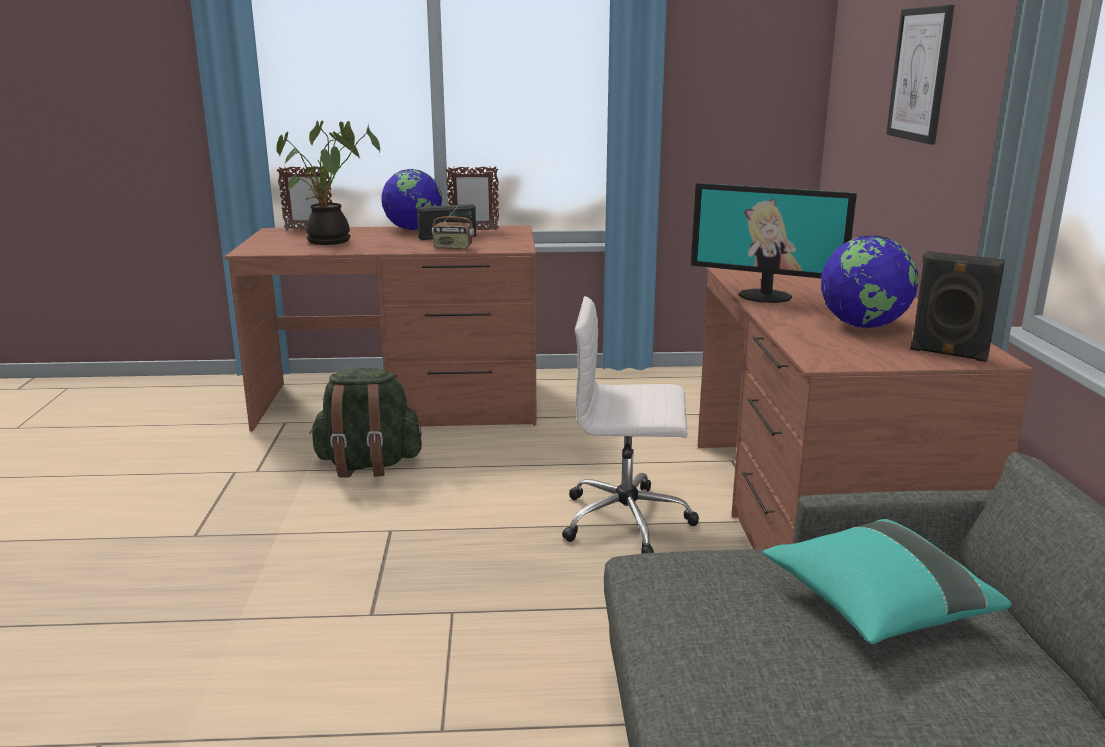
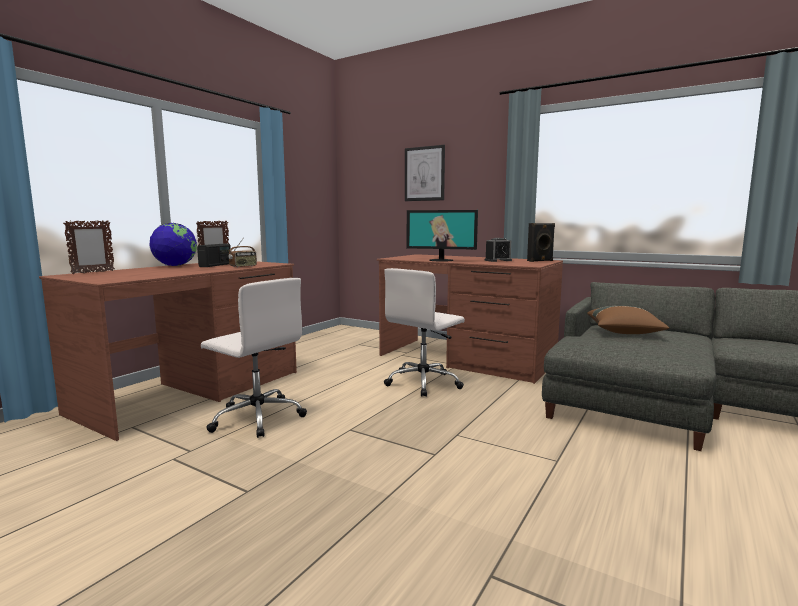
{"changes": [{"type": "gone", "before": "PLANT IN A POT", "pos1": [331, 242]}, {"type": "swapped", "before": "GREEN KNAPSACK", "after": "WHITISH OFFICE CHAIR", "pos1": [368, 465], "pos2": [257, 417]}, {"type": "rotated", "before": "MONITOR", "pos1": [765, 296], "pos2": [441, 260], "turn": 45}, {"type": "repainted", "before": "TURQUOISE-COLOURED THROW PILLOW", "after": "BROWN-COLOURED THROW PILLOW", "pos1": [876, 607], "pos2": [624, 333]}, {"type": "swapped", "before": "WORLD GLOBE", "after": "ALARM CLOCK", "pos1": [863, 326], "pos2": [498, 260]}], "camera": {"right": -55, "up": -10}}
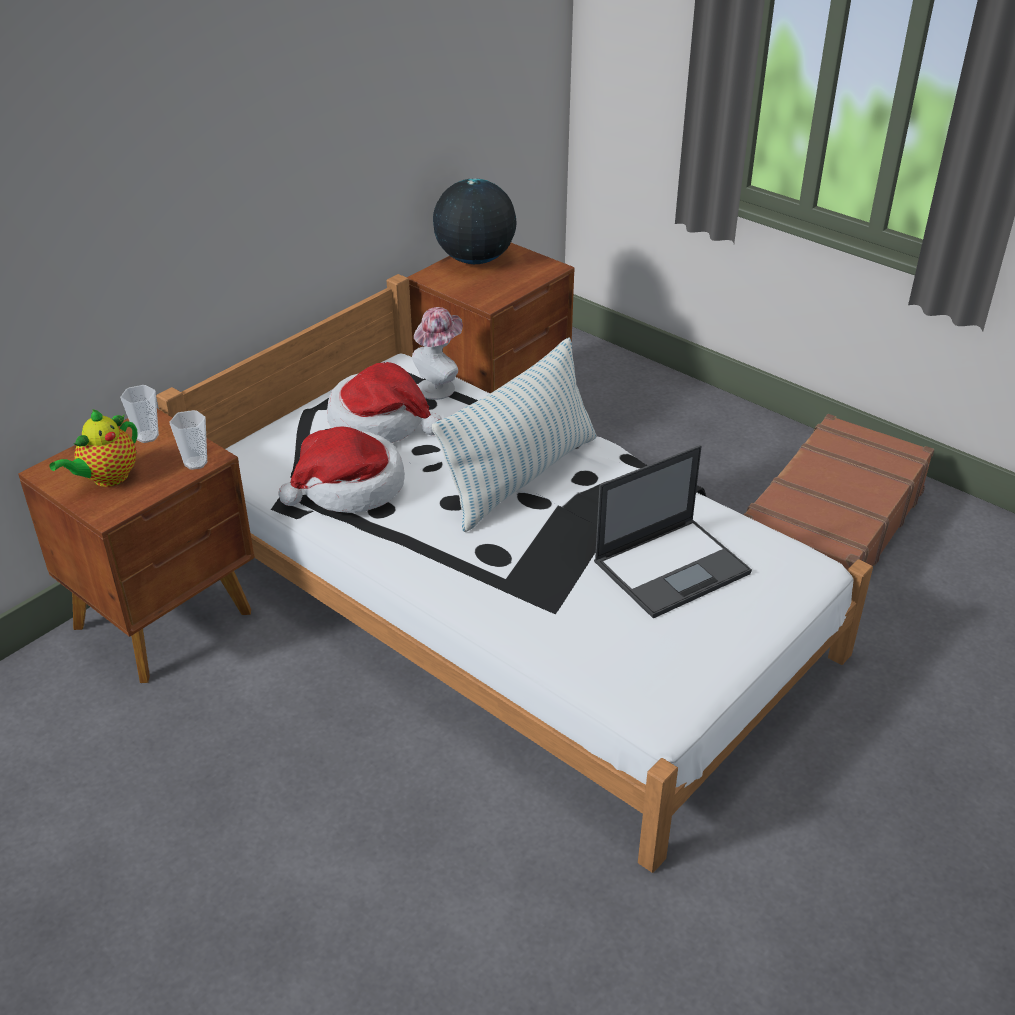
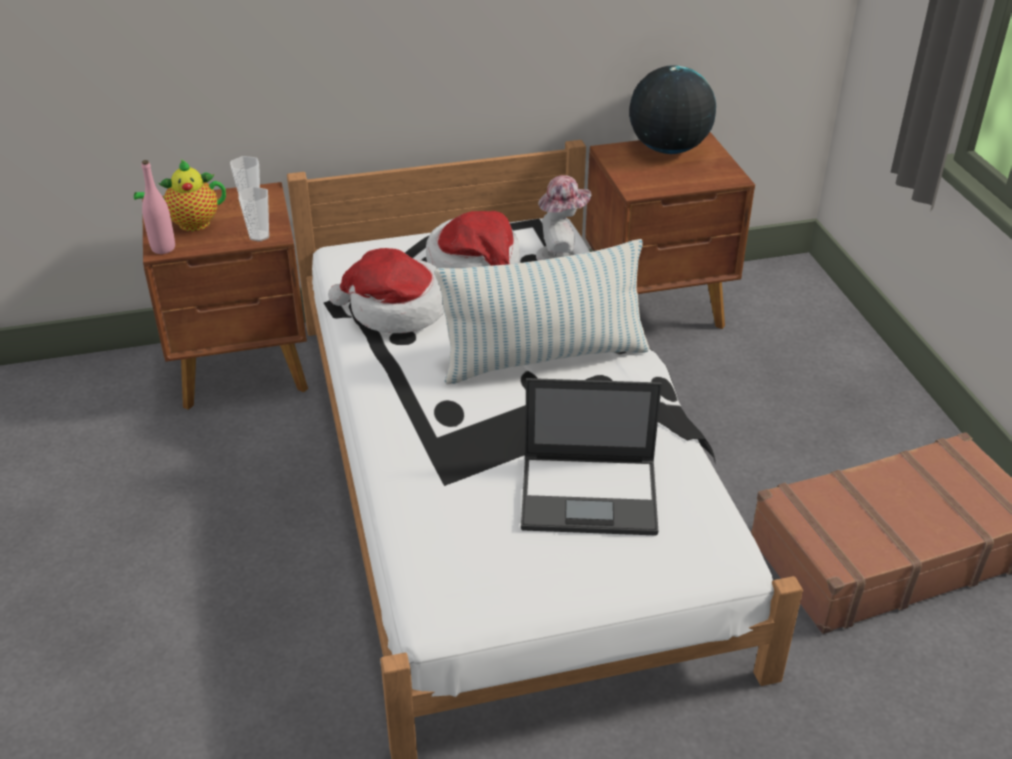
{"changes": [{"type": "new", "after": "PINKISH BEVERAGE BOTTLE", "pos2": [163, 248]}], "camera": {"right": 35, "up": 0}}
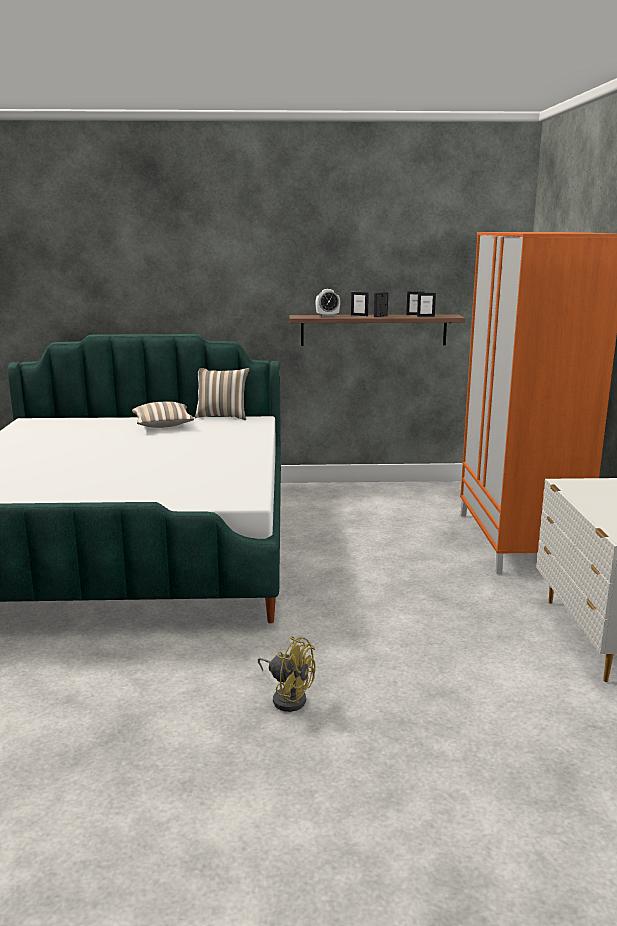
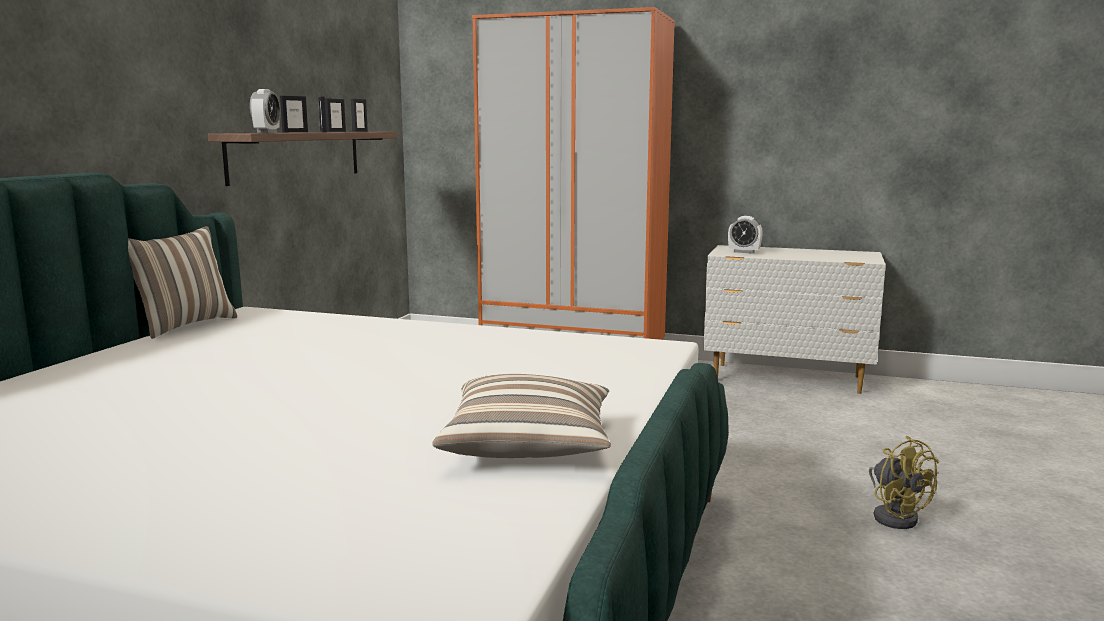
{"changes": [{"type": "shifted", "before": "THROW PILLOW", "pos1": [163, 426], "pos2": [529, 447]}, {"type": "rotated", "before": "YELLOWISH FAN", "pos1": [288, 697], "pos2": [895, 516], "turn": 105}, {"type": "new", "after": "ALARM CLOCK", "pos2": [744, 252]}], "camera": {"right": -70, "up": -5}}
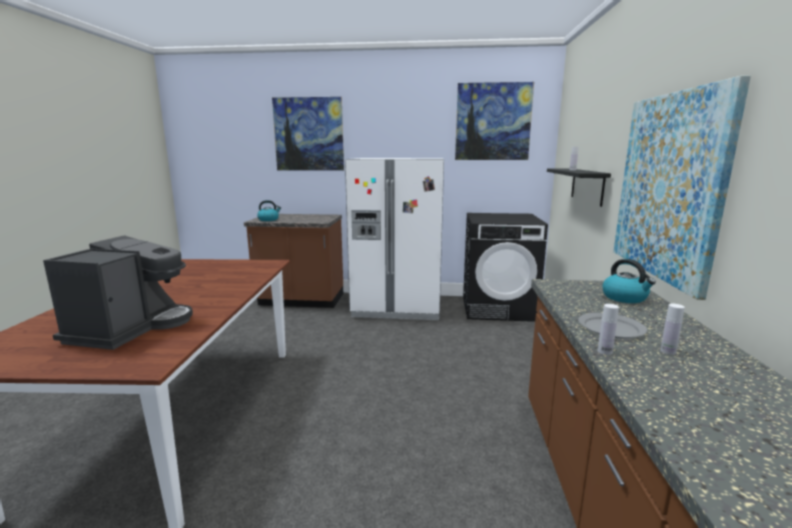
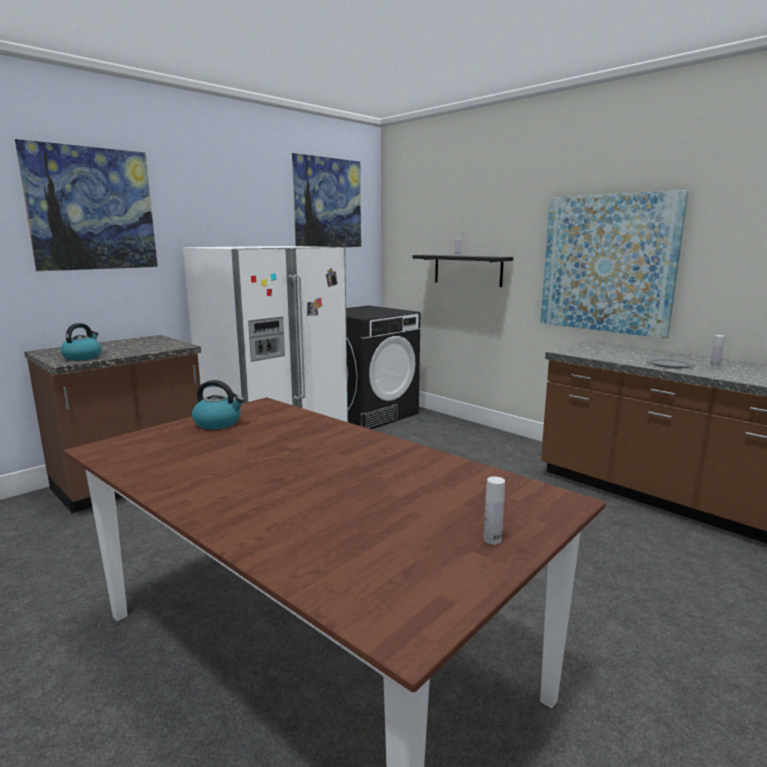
{"changes": [{"type": "gone", "before": "COFFEE MACHINE", "pos1": [131, 328]}, {"type": "shifted", "before": "WHITISH BEVERAGE BOTTLE", "pos1": [604, 352], "pos2": [492, 539]}, {"type": "shifted", "before": "TEA KETTLE", "pos1": [625, 298], "pos2": [218, 423]}], "camera": {"right": -50, "up": 0}}
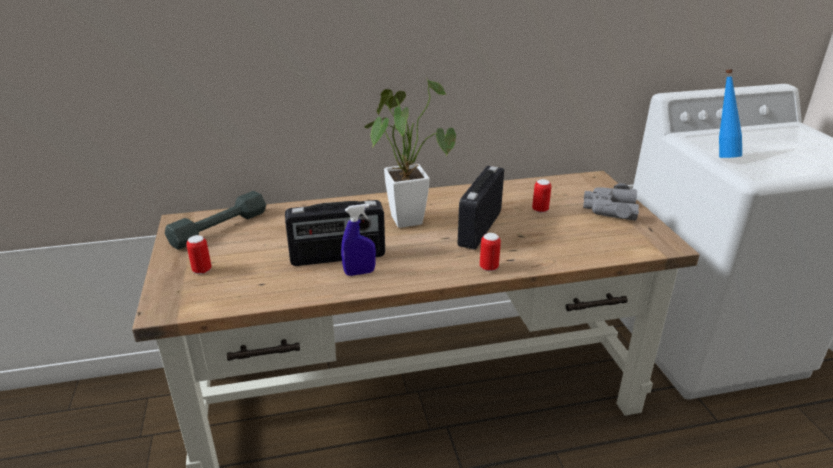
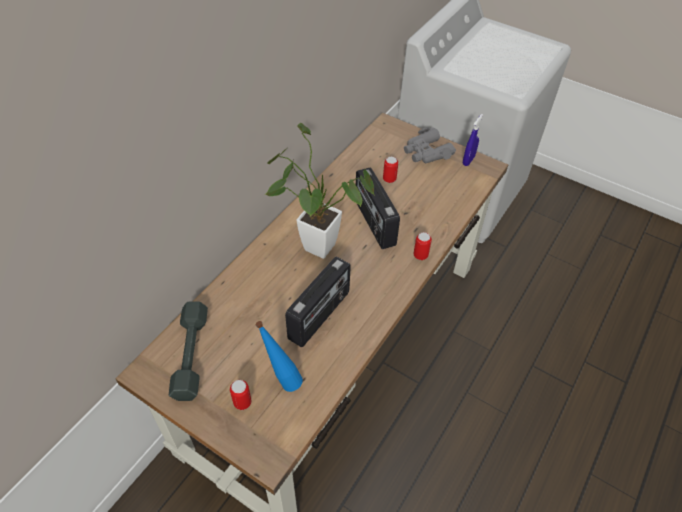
{"changes": [{"type": "shifted", "before": "BLUISH HAND SPRAYER", "pos1": [359, 273], "pos2": [468, 160]}, {"type": "shifted", "before": "BLUISH BEVERAGE BOTTLE", "pos1": [721, 155], "pos2": [282, 378]}], "camera": {"right": -45, "up": 20}}
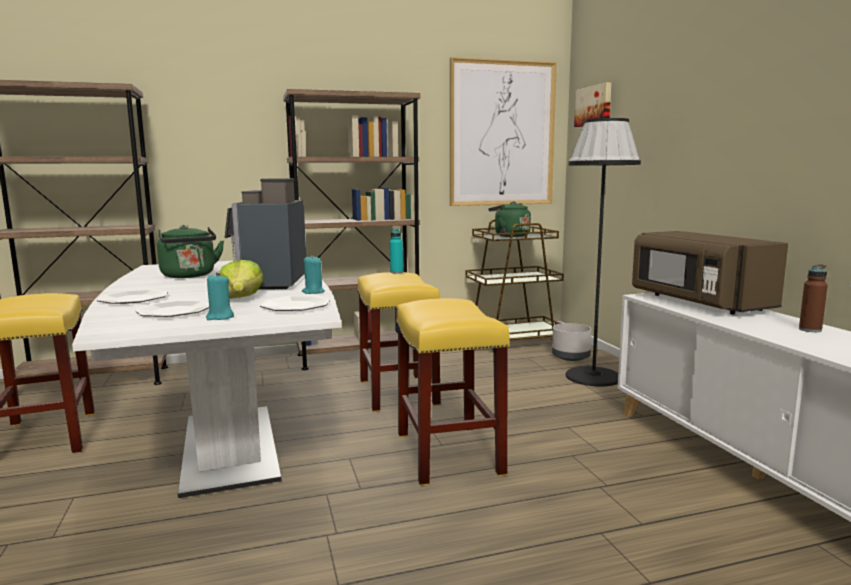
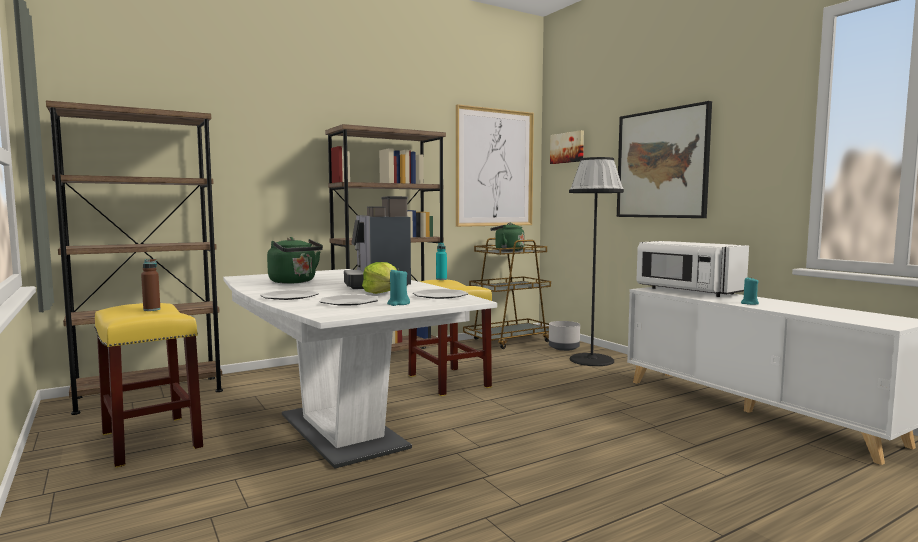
{"changes": [{"type": "shifted", "before": "TURQUOISE-COLOURED CANDLE", "pos1": [313, 292], "pos2": [749, 303]}, {"type": "gone", "before": "YELLOWISH STOOL SEAT", "pos1": [449, 454]}, {"type": "repainted", "before": "BROWN-COLOURED KITCHEN MICROWAVE", "after": "WHITISH KITCHEN MICROWAVE", "pos1": [698, 302], "pos2": [686, 291]}, {"type": "shifted", "before": "BROWN-COLOURED BEVERAGE BOTTLE", "pos1": [810, 330], "pos2": [152, 309]}, {"type": "new", "after": "PICTURE", "pos2": [662, 164]}], "camera": {"right": -15, "up": -5}}
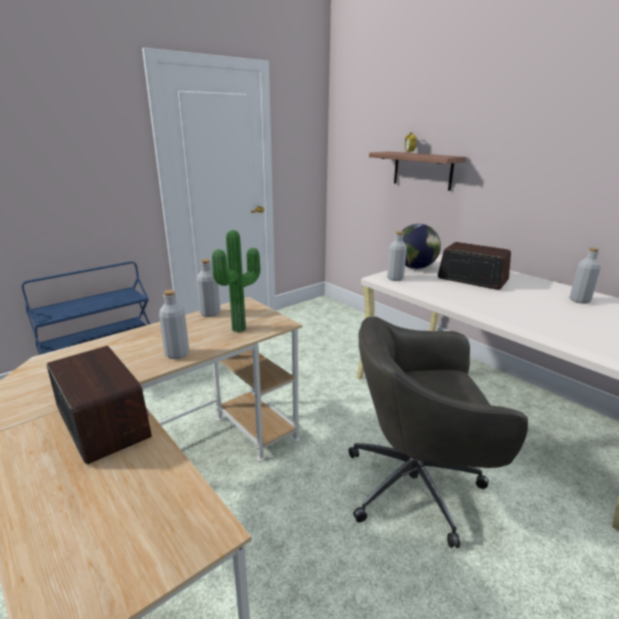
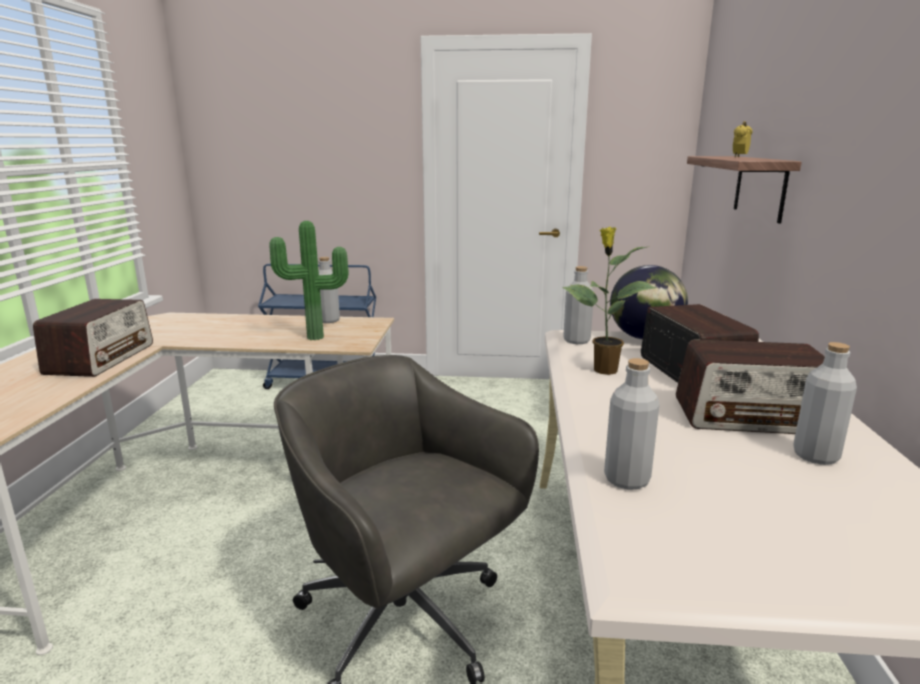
{"changes": [{"type": "shifted", "before": "GREYISH BEVERAGE BOTTLE", "pos1": [177, 354], "pos2": [626, 479]}, {"type": "new", "after": "PLANT IN A POT", "pos2": [603, 370]}, {"type": "new", "after": "RADIO SET", "pos2": [751, 417]}], "camera": {"right": 45, "up": -5}}
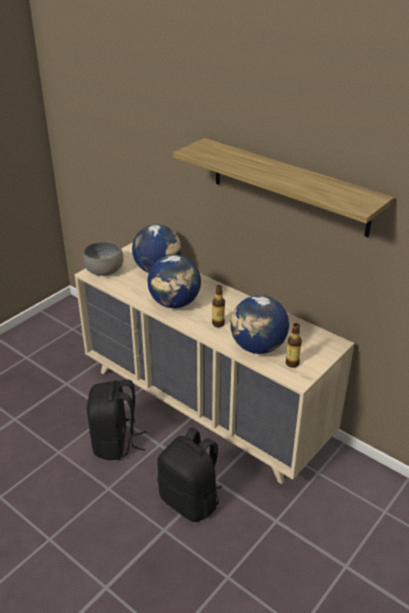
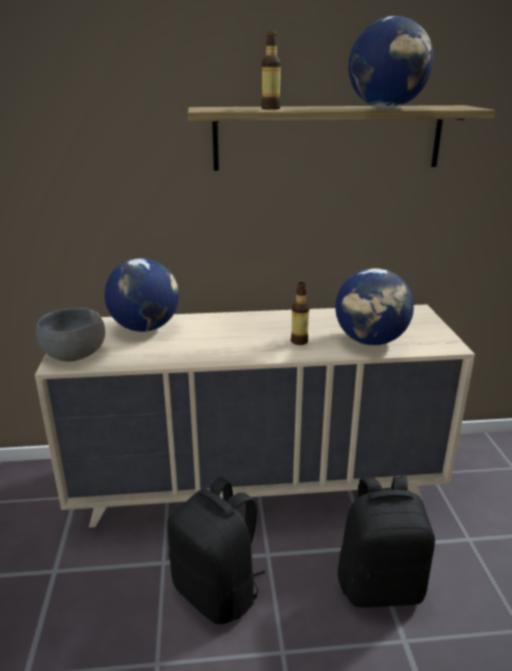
{"changes": [{"type": "shifted", "before": "WORLD GLOBE", "pos1": [175, 303], "pos2": [386, 108]}, {"type": "shifted", "before": "BEVERAGE BOTTLE", "pos1": [292, 363], "pos2": [270, 108]}], "camera": {"right": -45, "up": -10}}
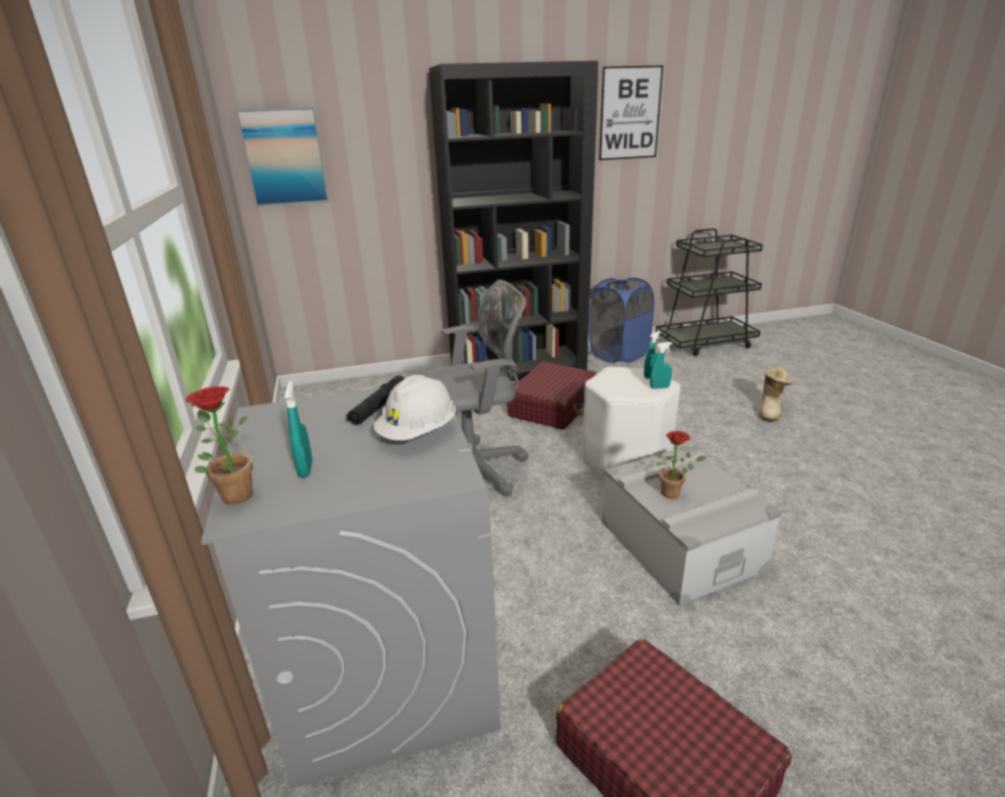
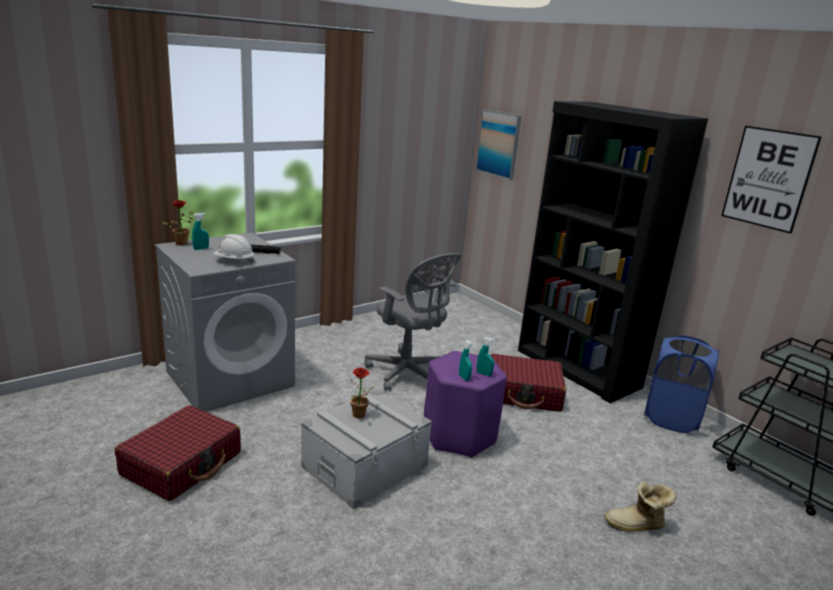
{"changes": [{"type": "repainted", "before": "WHITISH STOOL SEAT", "after": "PURPLISH STOOL SEAT", "pos1": [625, 463], "pos2": [459, 435]}], "camera": {"right": 65, "up": -5}}
